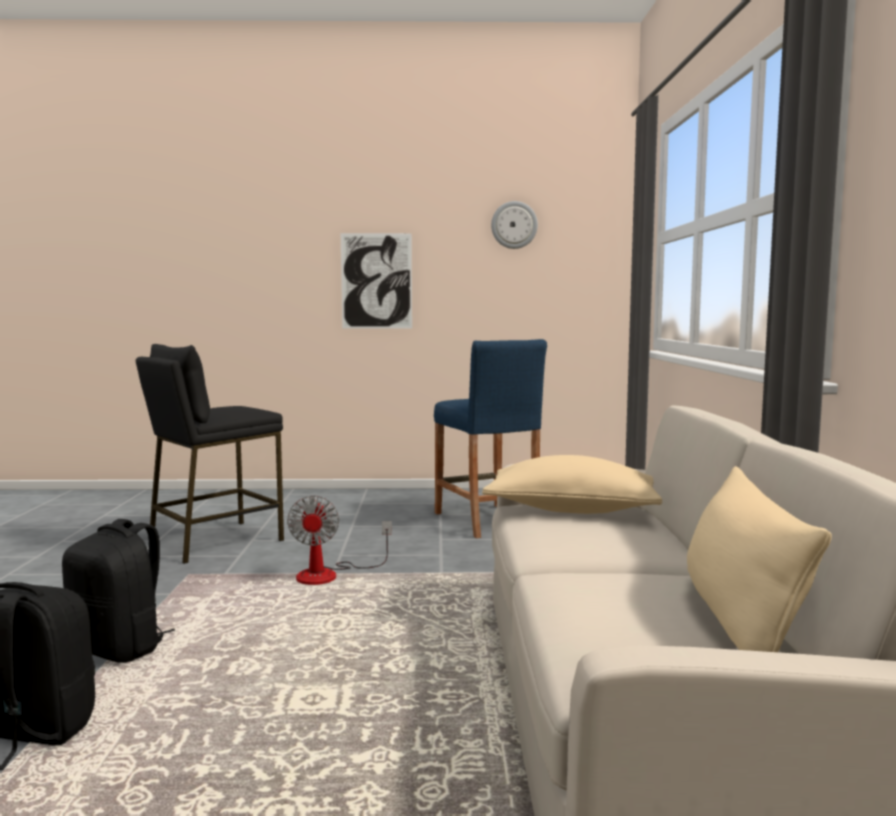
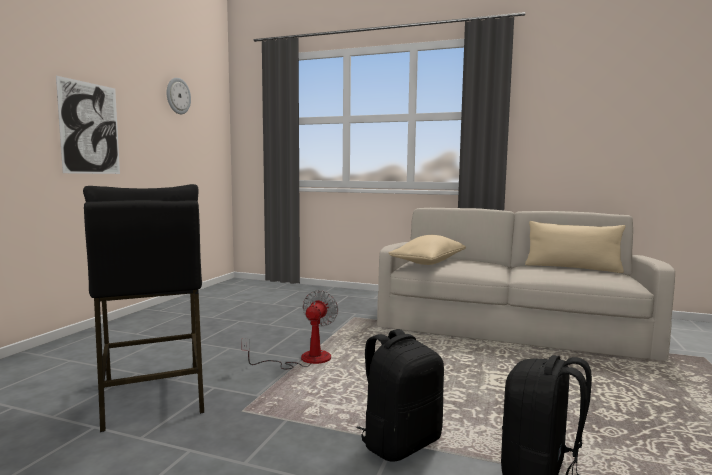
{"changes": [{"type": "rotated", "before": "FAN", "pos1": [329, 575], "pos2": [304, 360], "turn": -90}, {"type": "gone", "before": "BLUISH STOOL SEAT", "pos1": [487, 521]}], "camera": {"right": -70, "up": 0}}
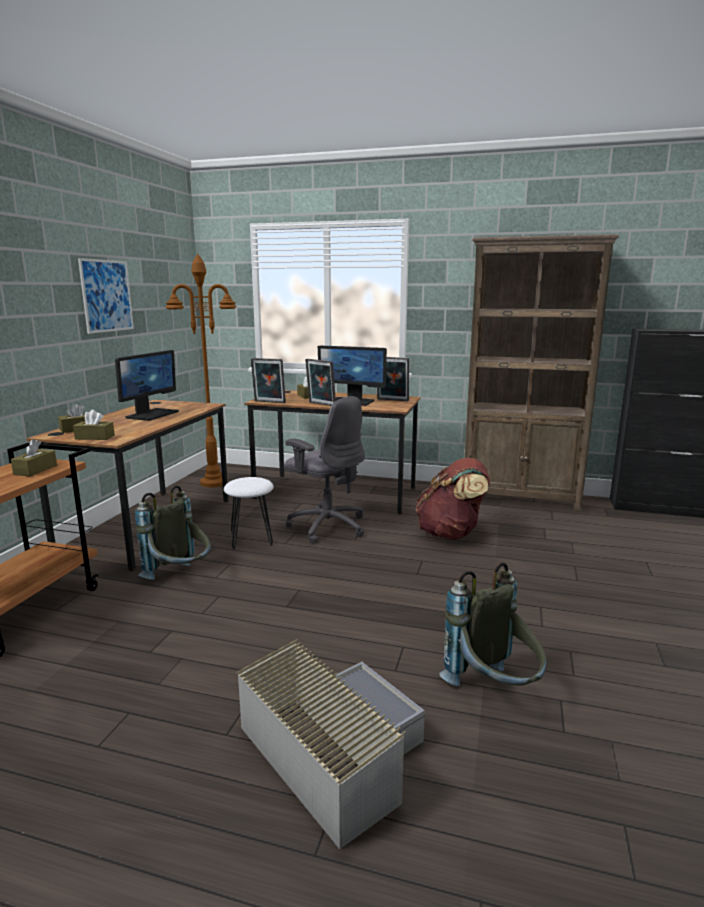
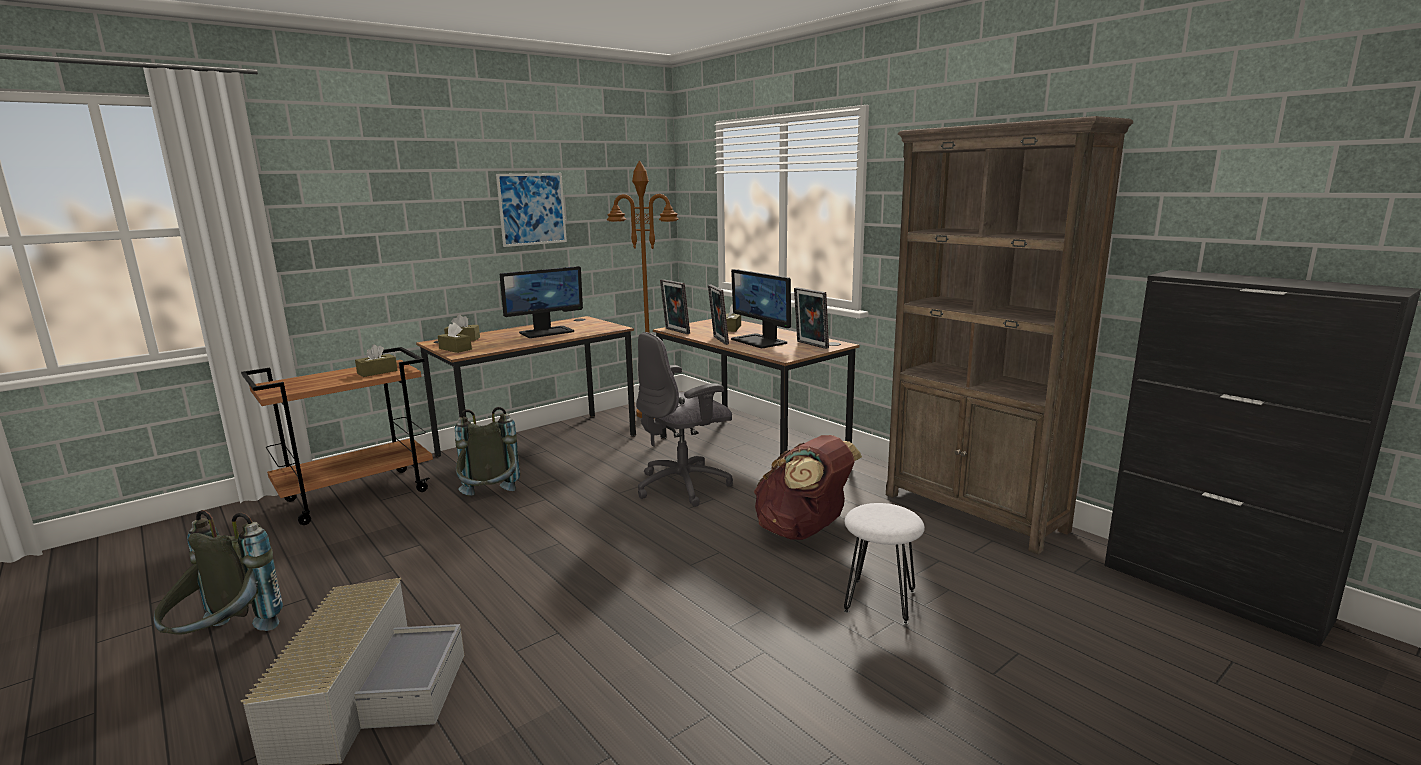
{"changes": [{"type": "shifted", "before": "WHITISH STOOL SEAT", "pos1": [251, 539], "pos2": [879, 601]}, {"type": "rotated", "before": "GREYISH OFFICE CHAIR", "pos1": [327, 526], "pos2": [684, 486], "turn": 75}, {"type": "shifted", "before": "GREYISH KNAPSACK", "pos1": [494, 691], "pos2": [224, 642]}], "camera": {"right": 35, "up": 0}}
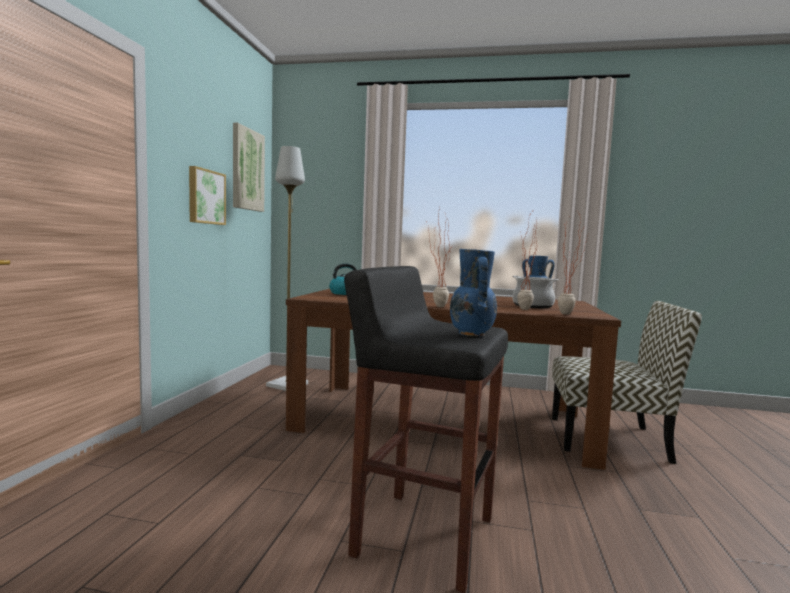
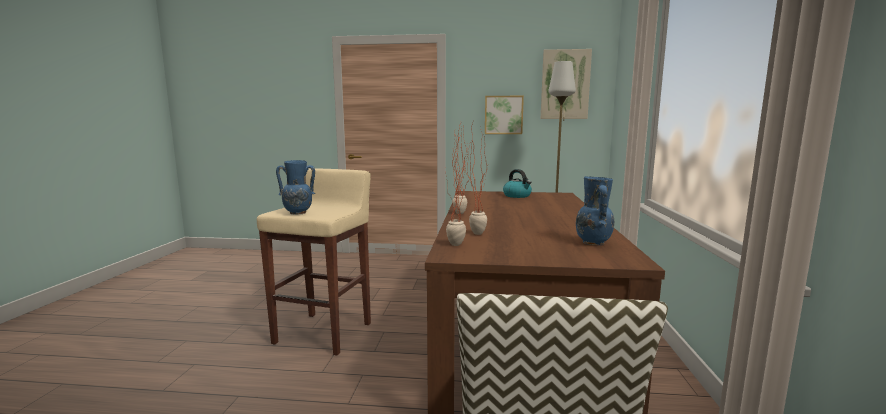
{"changes": [{"type": "repainted", "before": "BLACK-COLOURED STOOL SEAT", "after": "BEIGE-COLOURED STOOL SEAT", "pos1": [422, 536], "pos2": [324, 332]}, {"type": "gone", "before": "COOKING POT", "pos1": [532, 306]}], "camera": {"right": 85, "up": 5}}
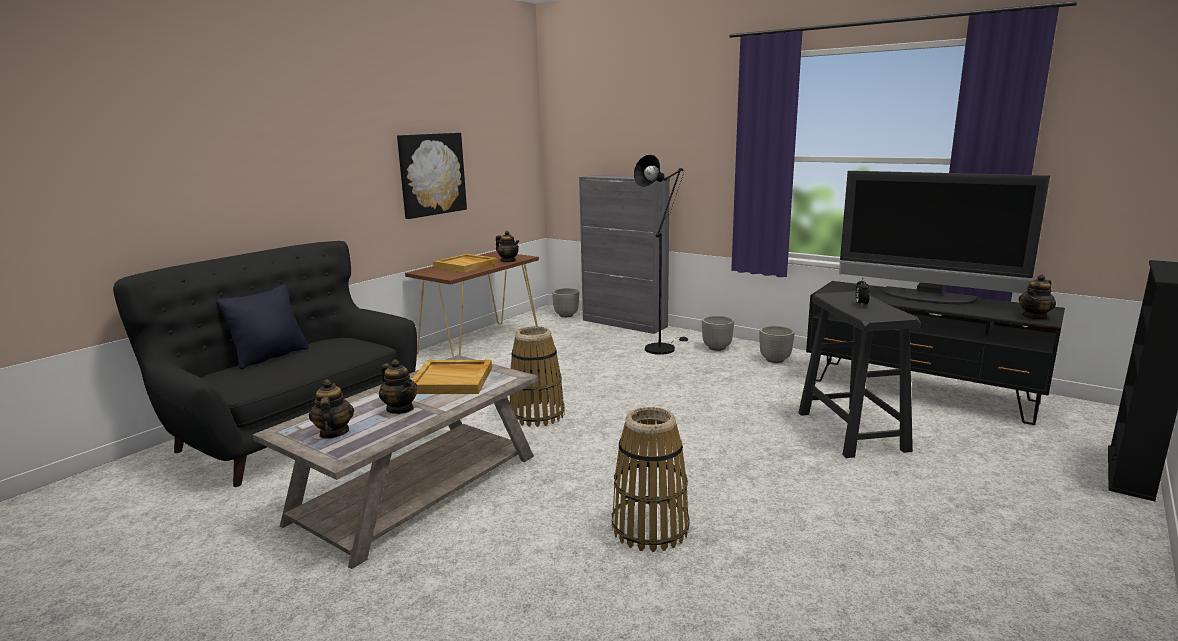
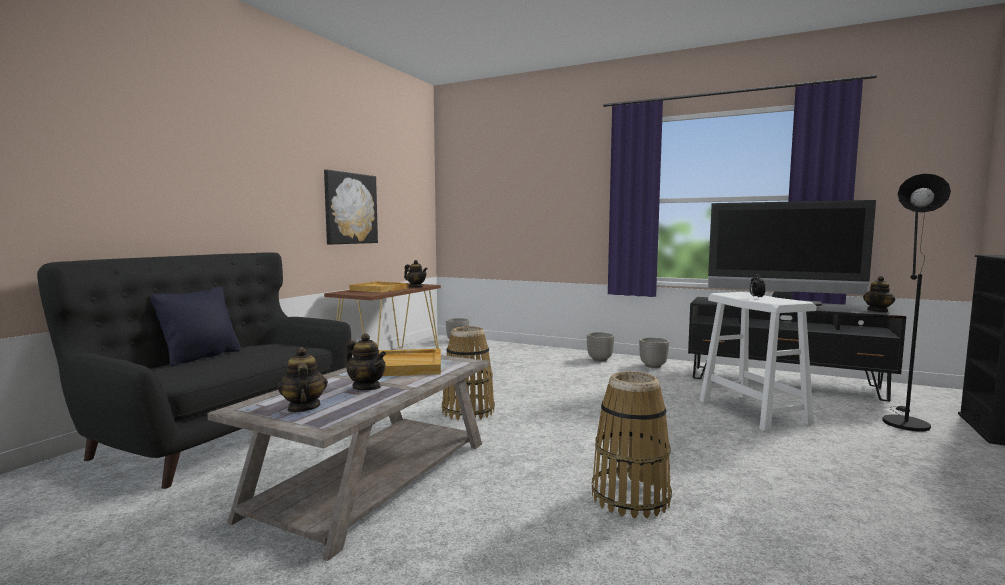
{"changes": [{"type": "gone", "before": "GREYISH CABINET", "pos1": [624, 323]}, {"type": "shifted", "before": "BLACK-COLOURED STANDARD LAMP", "pos1": [662, 347], "pos2": [903, 421]}, {"type": "repainted", "before": "BLACK-COLOURED STOOL SEAT", "after": "WHITISH STOOL SEAT", "pos1": [852, 431], "pos2": [753, 412]}], "camera": {"right": -10, "up": -10}}
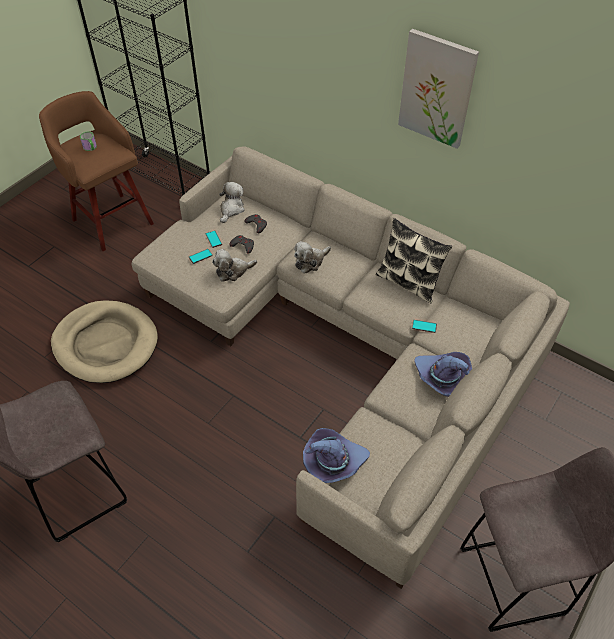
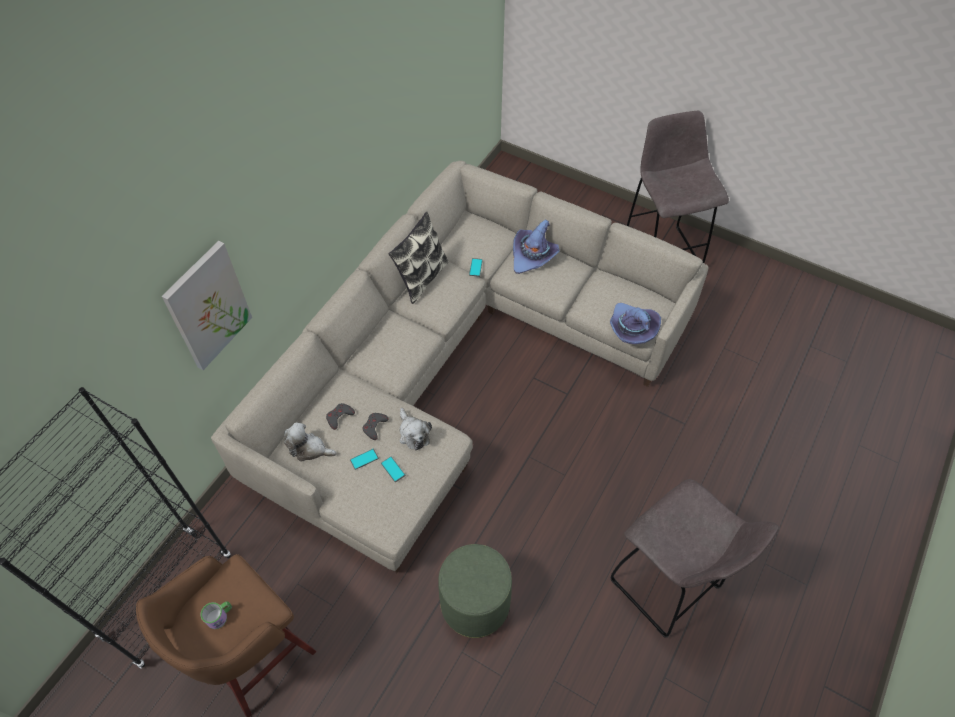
{"changes": [{"type": "swapped", "before": "BEIGE-COLOURED DOG BED", "after": "GREEN FOOTREST", "pos1": [106, 344], "pos2": [475, 604]}, {"type": "gone", "before": "PLUSH TOY", "pos1": [310, 262]}, {"type": "shifted", "before": "PICTURE", "pos1": [437, 89], "pos2": [207, 306]}], "camera": {"right": -95, "up": 5}}
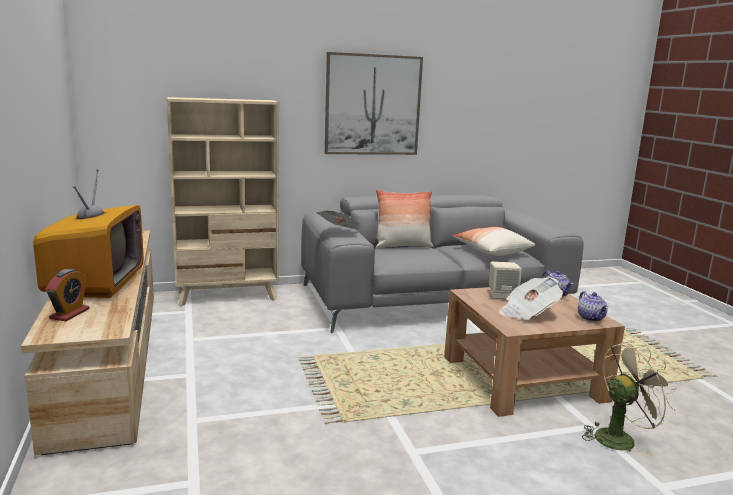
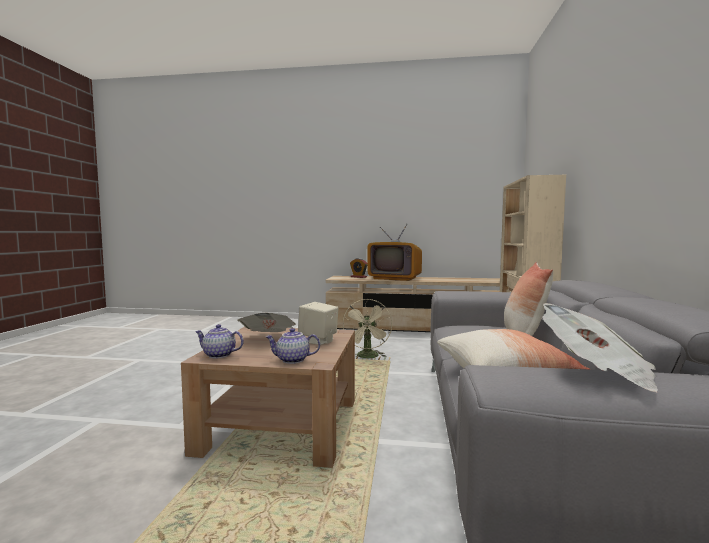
{"changes": [{"type": "shifted", "before": "DAILY PAPER", "pos1": [340, 232], "pos2": [597, 372]}, {"type": "gone", "before": "PICTURE", "pos1": [372, 105]}, {"type": "shifted", "before": "BEIGE-COLOURED FAN", "pos1": [620, 437], "pos2": [368, 357]}], "camera": {"right": 115, "up": -10}}
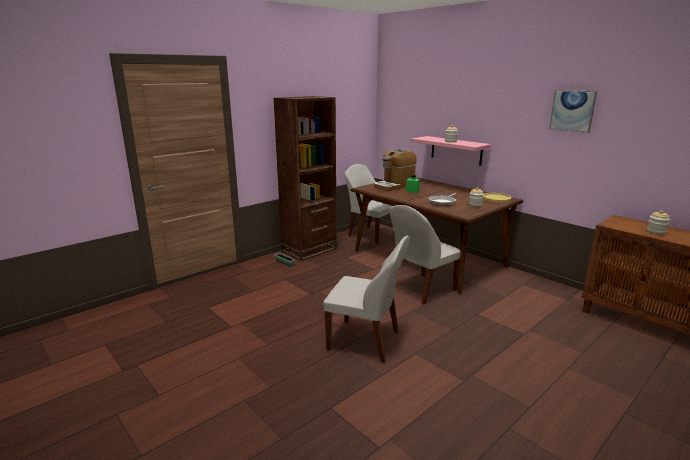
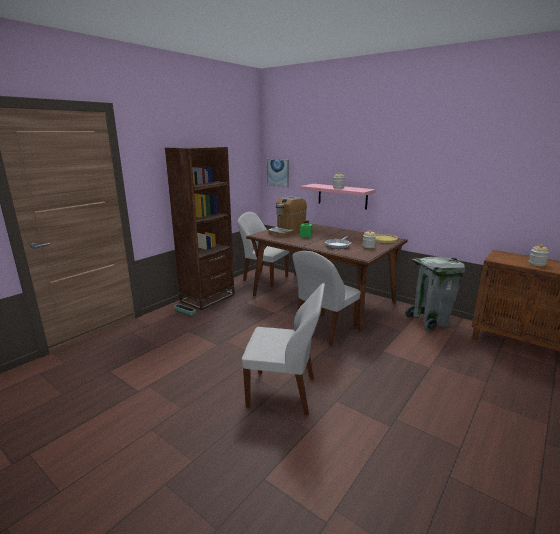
{"changes": [{"type": "shifted", "before": "PICTURE", "pos1": [572, 111], "pos2": [278, 172]}, {"type": "new", "after": "GREYISH TRASH CAN", "pos2": [429, 322]}], "camera": {"right": -10, "up": 0}}
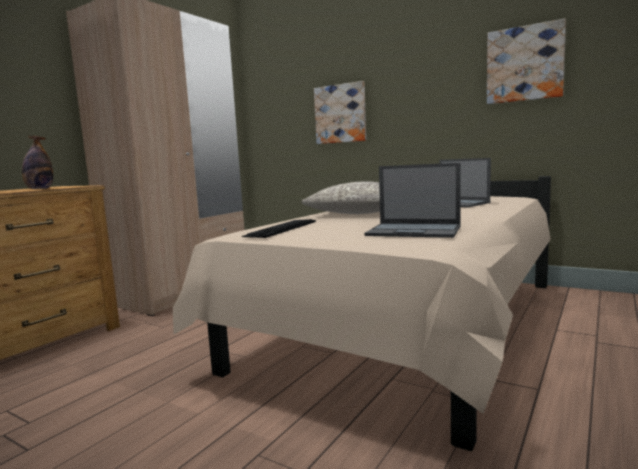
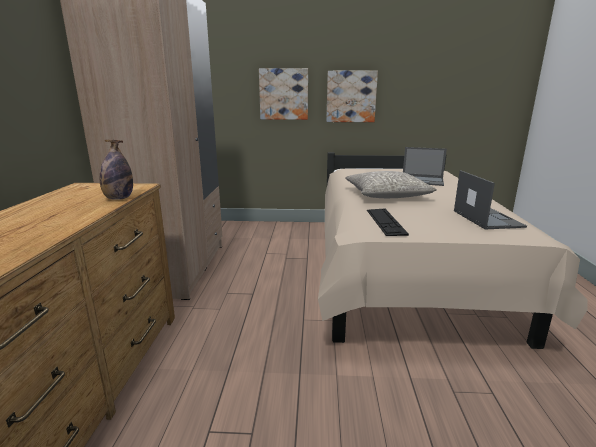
{"changes": [{"type": "rotated", "before": "PORTABLE COMPUTER", "pos1": [415, 231], "pos2": [486, 218], "turn": -90}, {"type": "shifted", "before": "PICTURE", "pos1": [524, 64], "pos2": [351, 96]}], "camera": {"right": -30, "up": 10}}
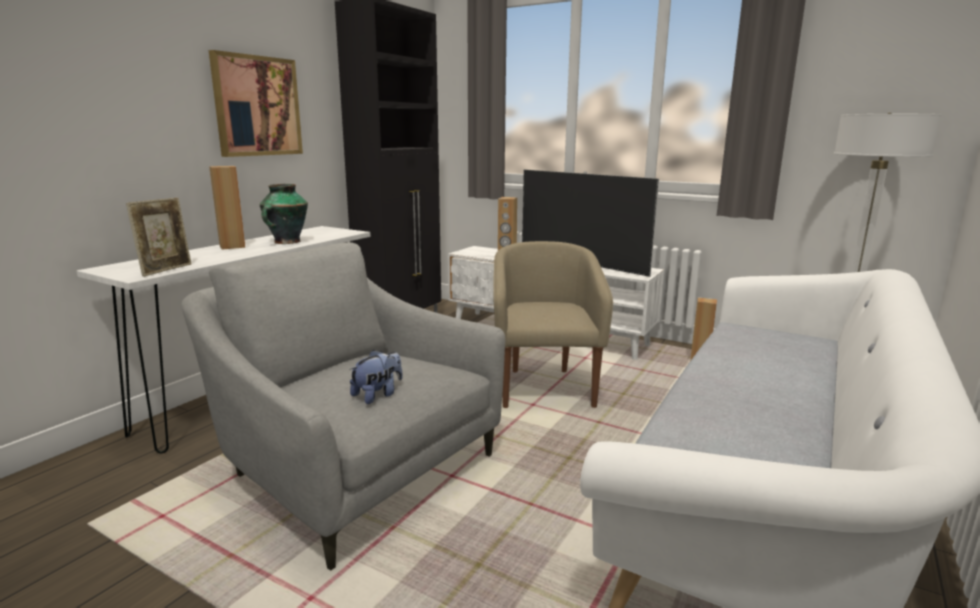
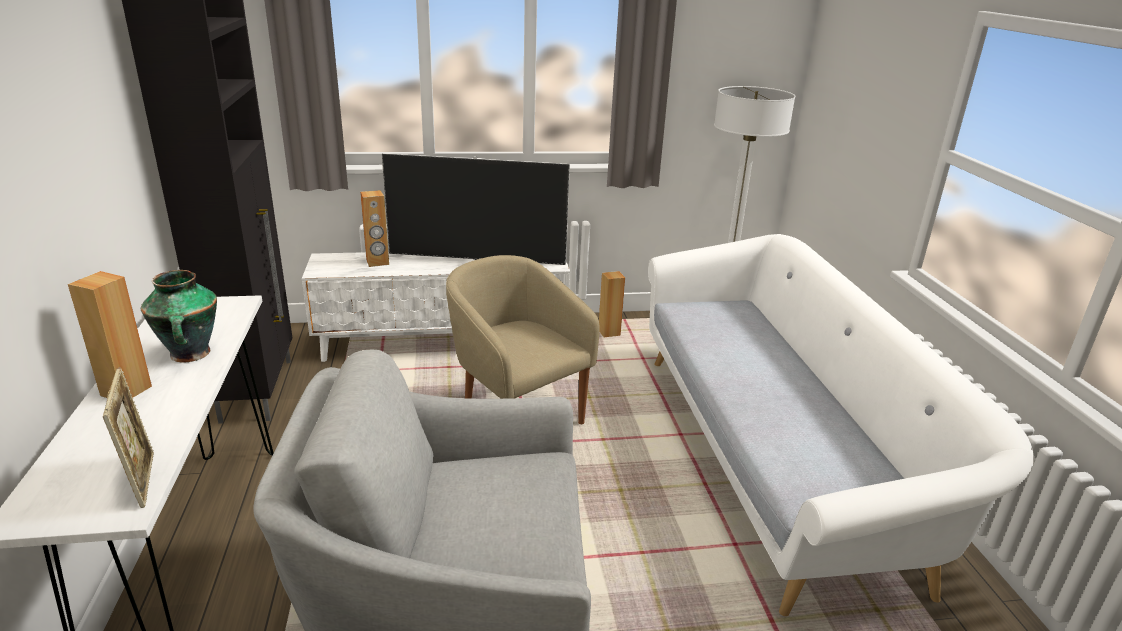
{"changes": [{"type": "gone", "before": "PICTURE", "pos1": [257, 106]}, {"type": "gone", "before": "PLUSH TOY", "pos1": [378, 395]}], "camera": {"right": -40, "up": 10}}
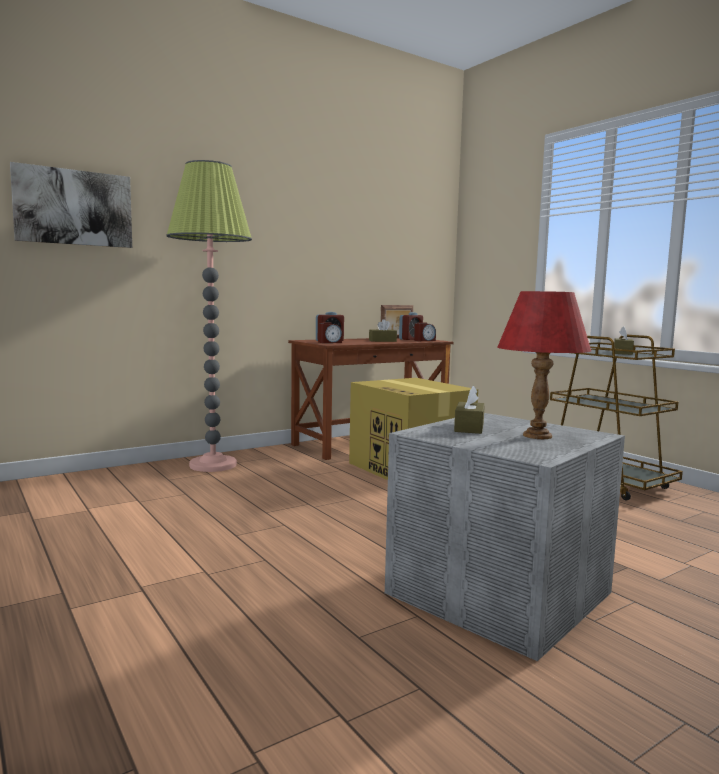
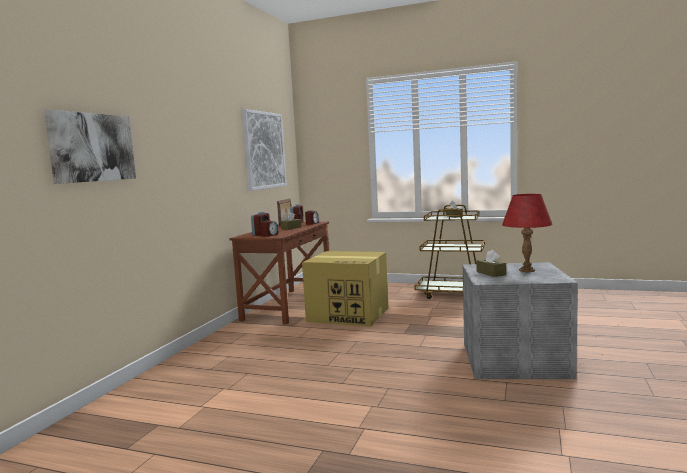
{"changes": [{"type": "gone", "before": "STANDARD LAMP", "pos1": [213, 465]}, {"type": "new", "after": "PICTURE", "pos2": [264, 150]}], "camera": {"right": -35, "up": 0}}
